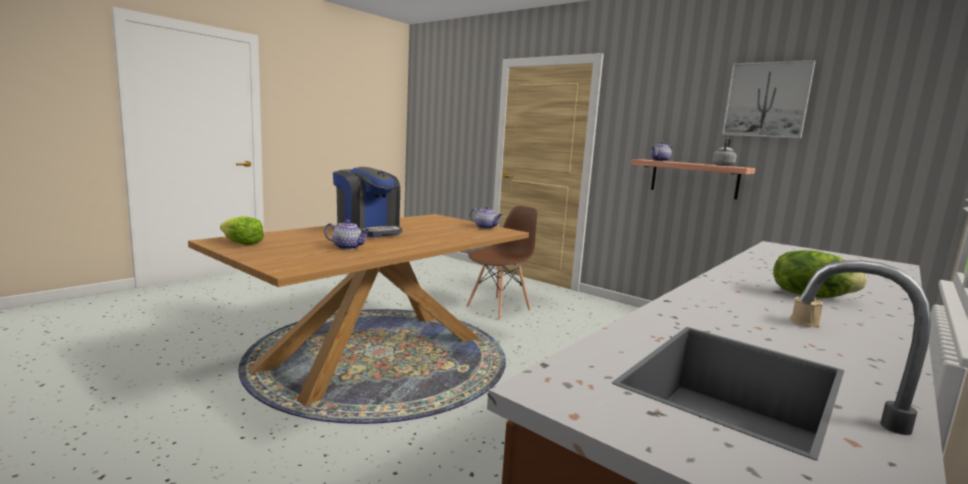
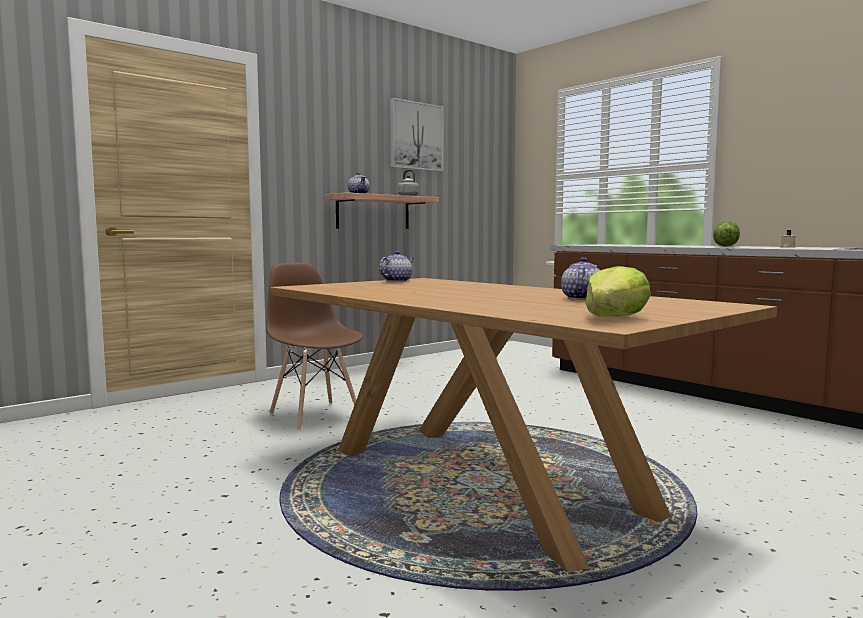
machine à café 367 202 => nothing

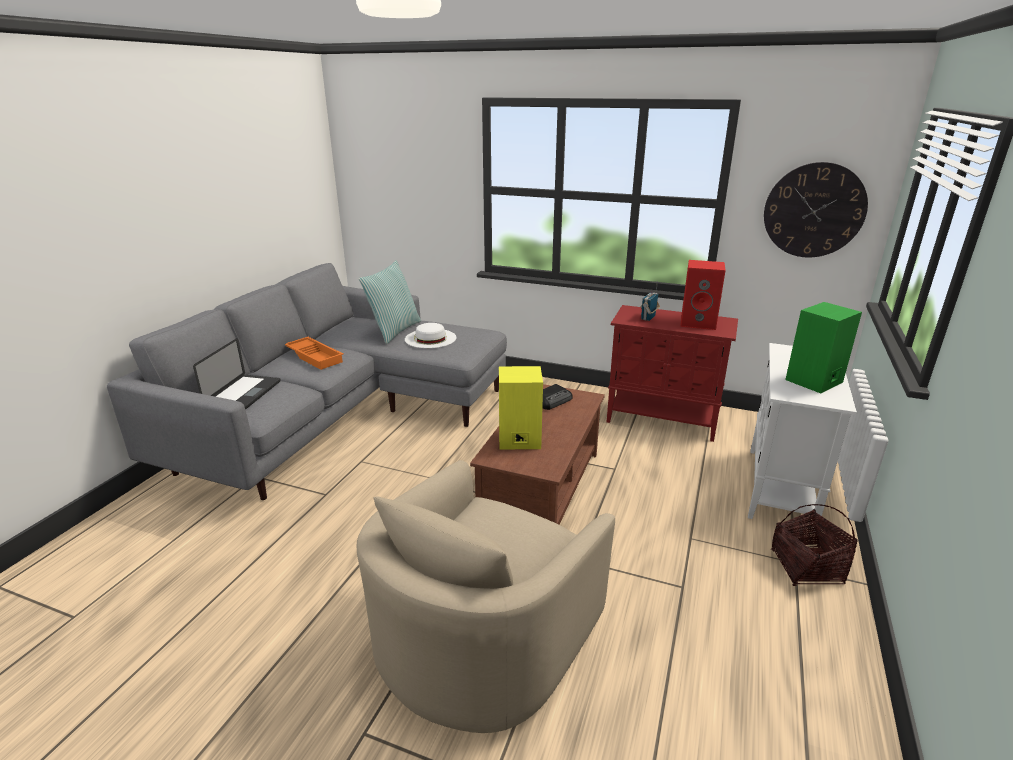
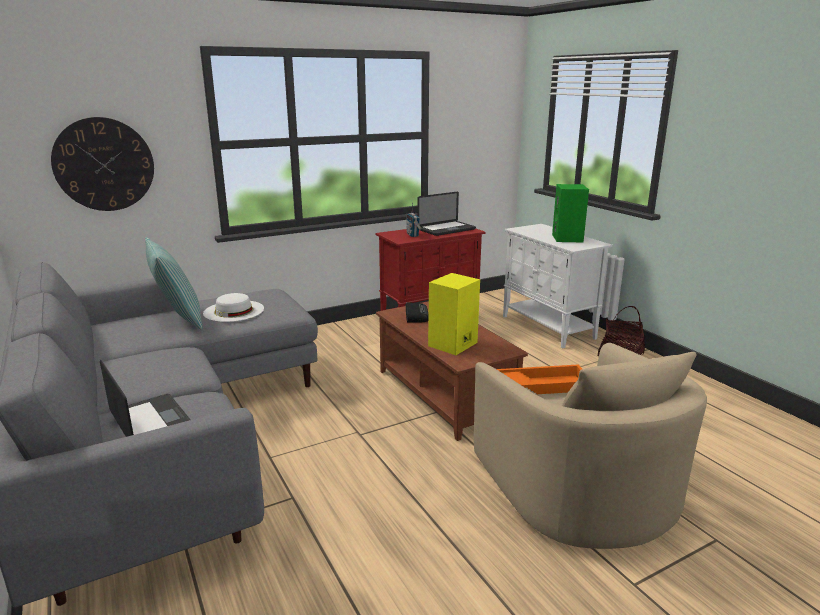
horloge murale 816 209 => horloge murale 102 164, moved
enceinte/rouge 703 295 => ordinateur portable 446 214
plateau/orange 314 353 => plateau/orange 539 379, moved

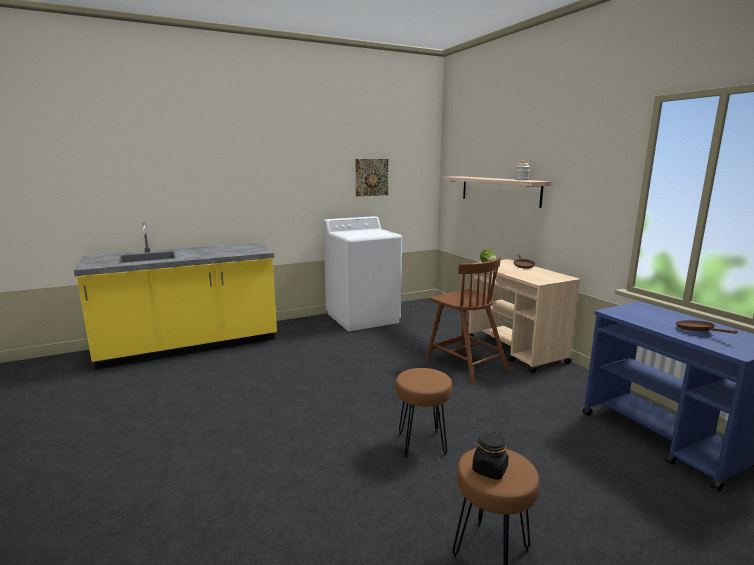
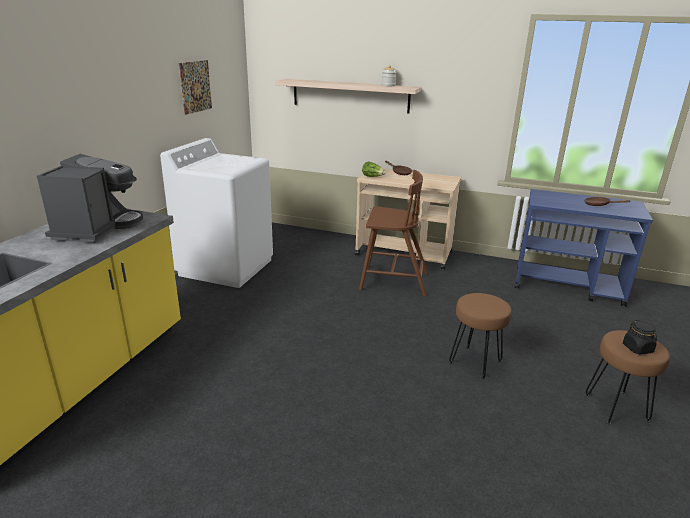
nothing => machine à café 90 198

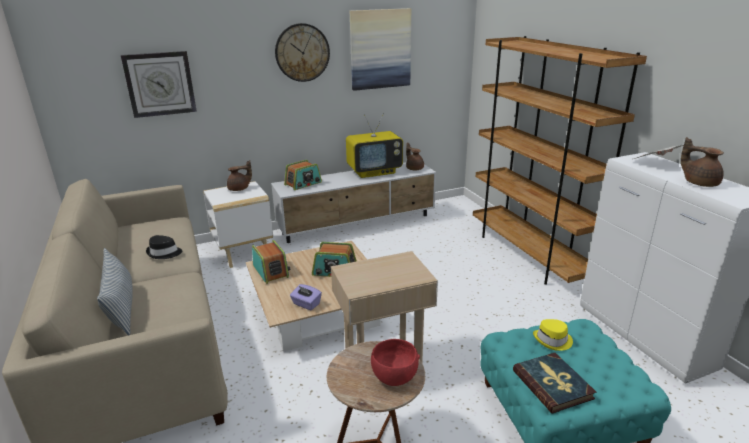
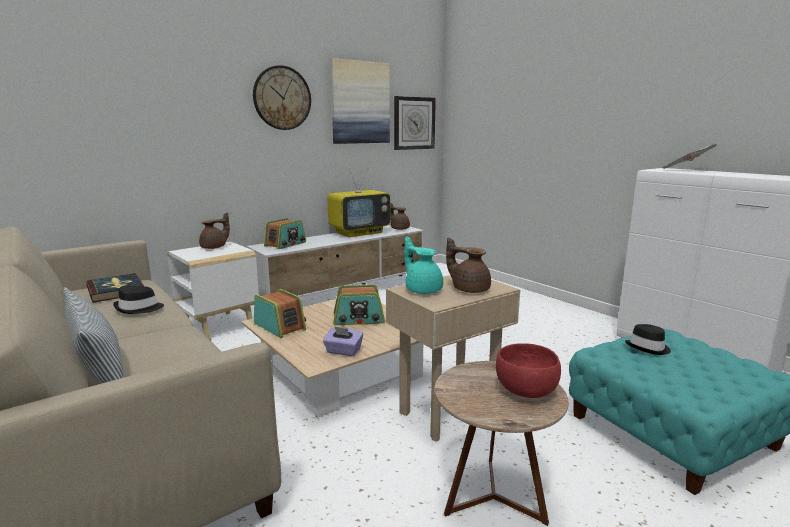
bibliothèque/marron 560 160 => nothing
horloge murale 159 84 => horloge murale 415 123, moved
théière/marron 702 162 => théière/marron 468 265, moved
chapeau/jaune 553 335 => chapeau/noir 648 339
livre 554 383 => livre 115 287, moved
nothing => théière/turquoise 423 265

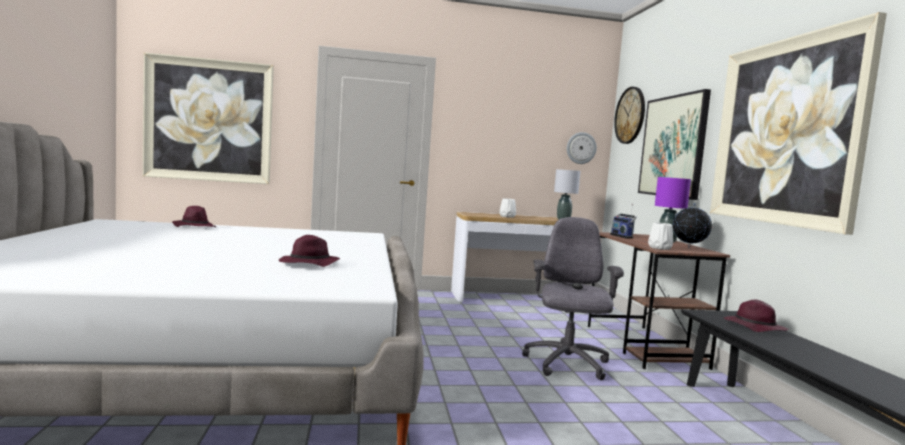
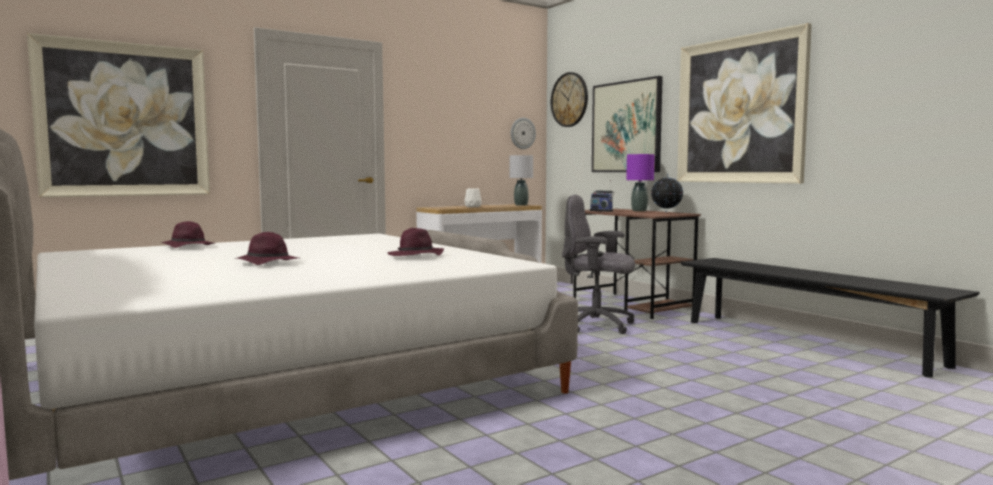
chaise de bureau/gris 573 298 => chaise de bureau/gris 598 264, 45 degrees counterclockwise
vase/blanc 660 236 => nothing
chapeau/violet 756 316 => chapeau/violet 267 248, moved

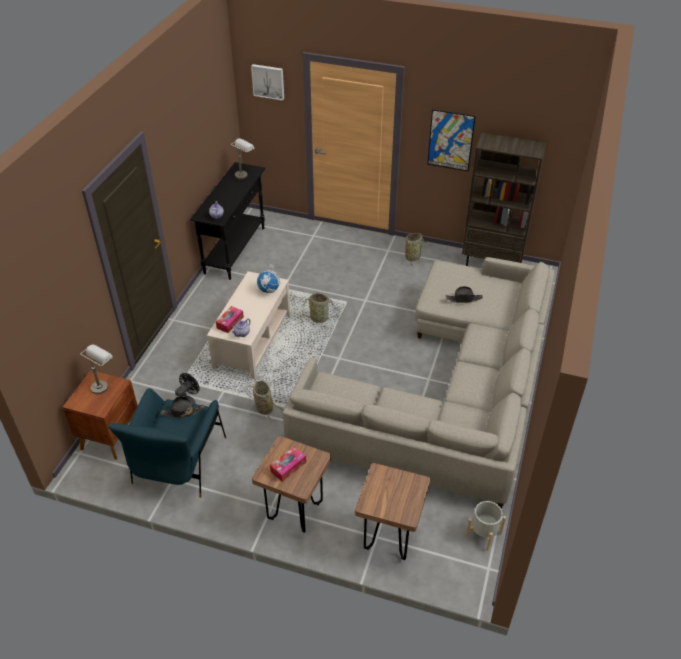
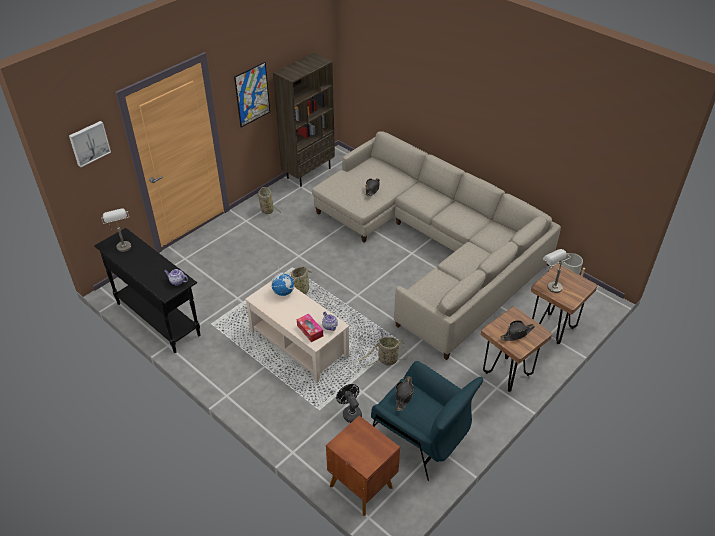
lampe de table/gris 97 369 => lampe de table/gris 557 271, moved
boîte à mouchoirs 288 464 => chapeau/noir 517 330

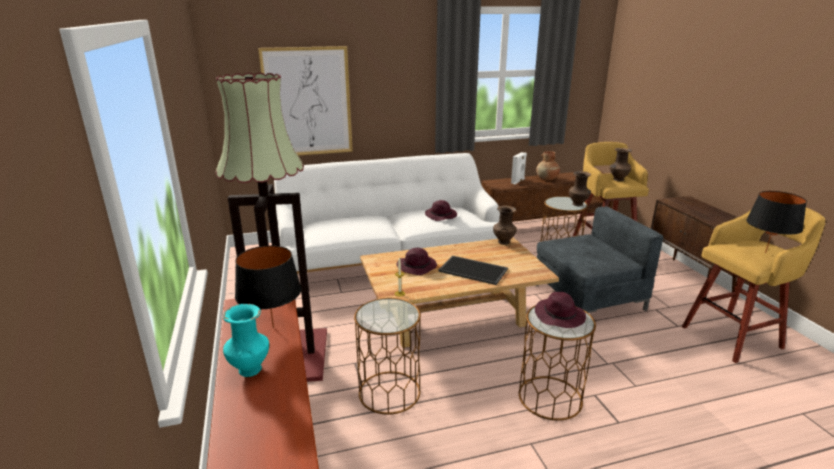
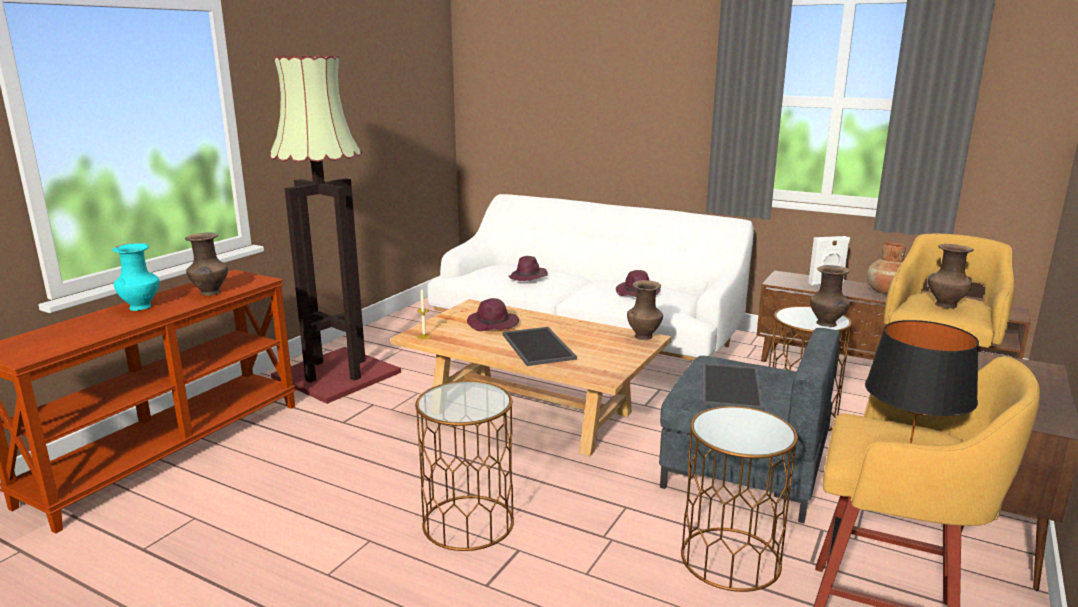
tableau 305 101 => nothing
lampe de table/noir 268 286 => vase/marron 206 264
chapeau/violet 560 310 => chapeau/violet 528 268, moved
table d'appoint/marron 387 356 => table d'appoint/marron 739 499, moved
nothing => plateau 733 387

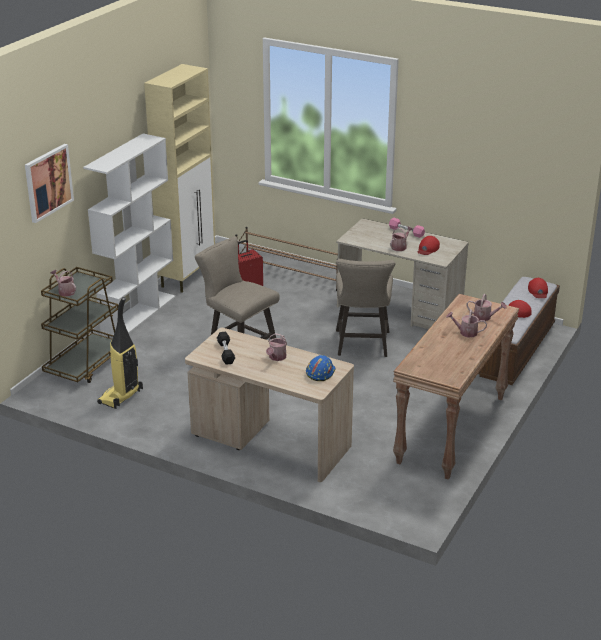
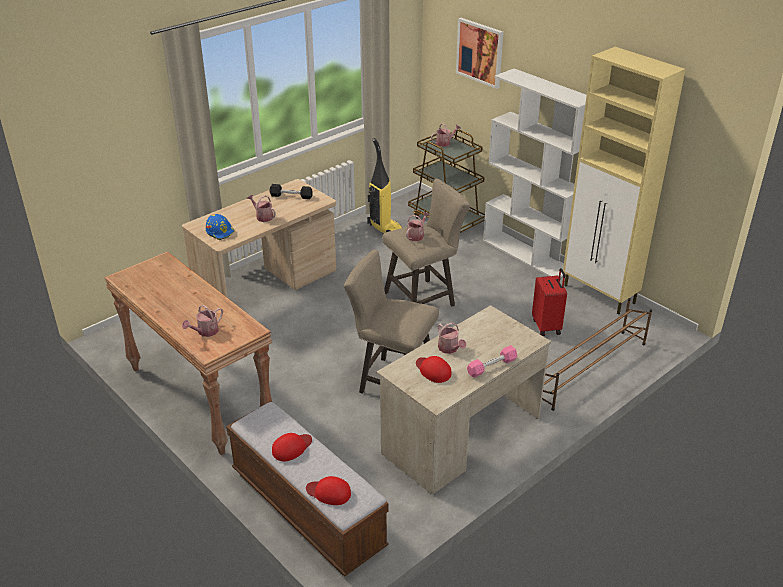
arrosoir 466 323 => arrosoir 418 226, moved

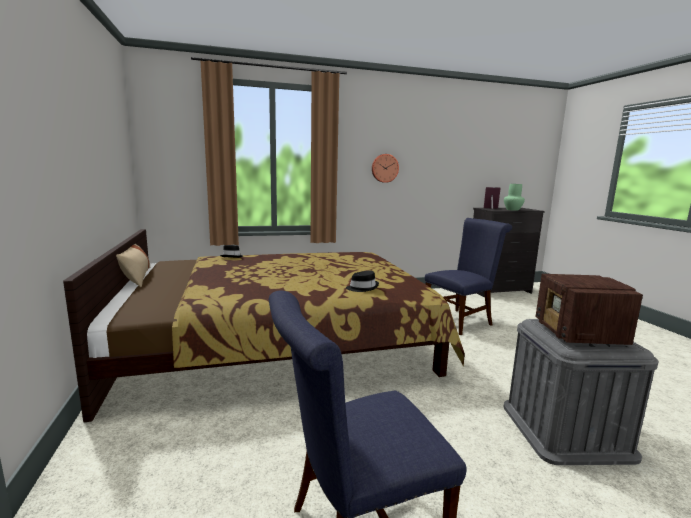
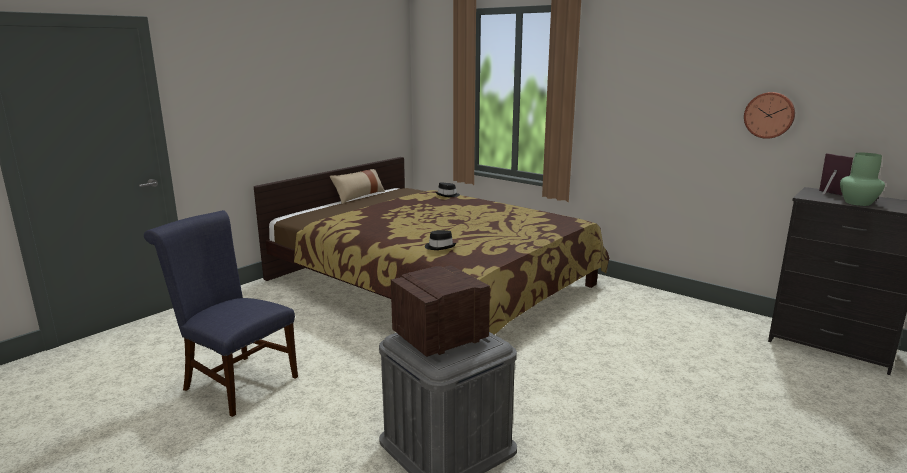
horloge murale 385 168 => horloge murale 769 115, moved
chaise/bleu 468 276 => nothing

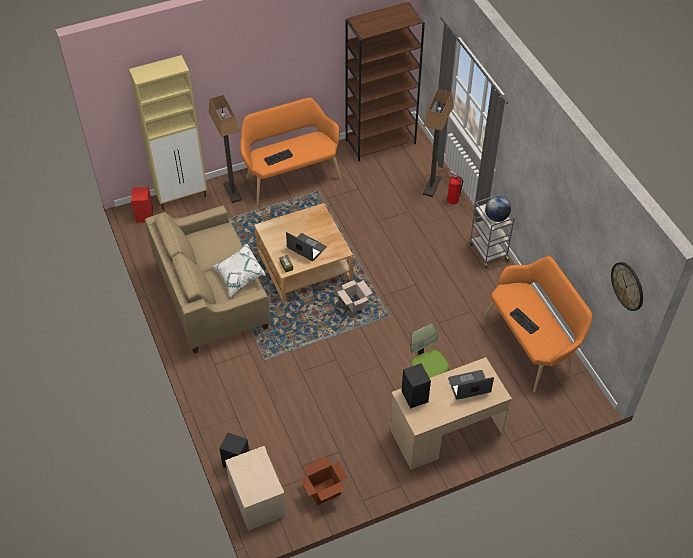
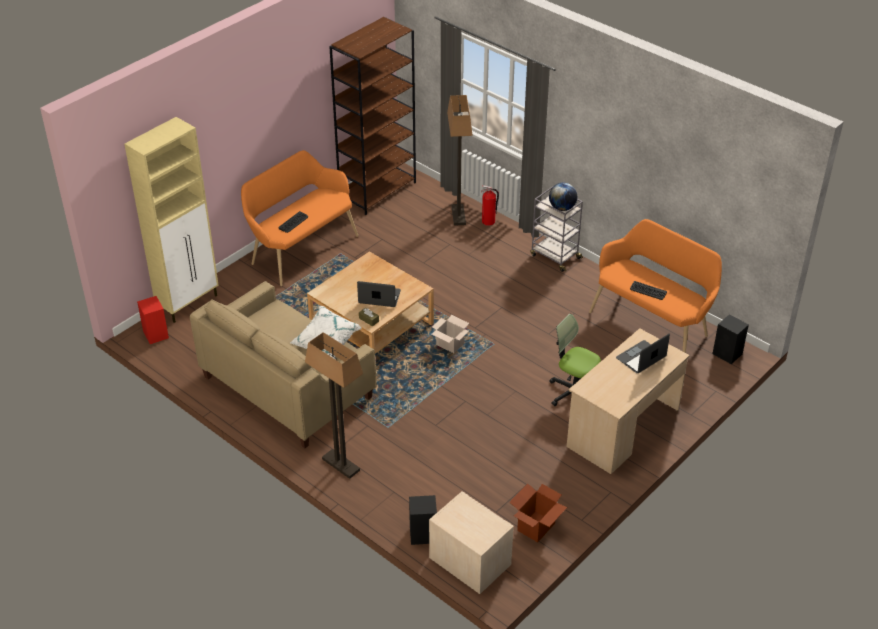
lampadaire 225 149 => lampadaire 334 405, moved
horloge murale 627 286 => nothing
enceinte/noir 416 386 => enceinte/noir 730 339, moved

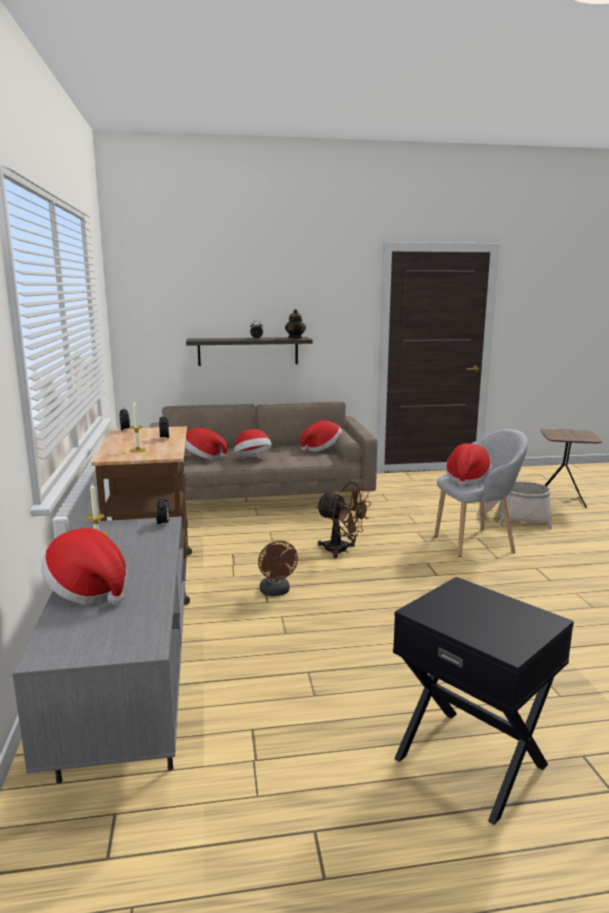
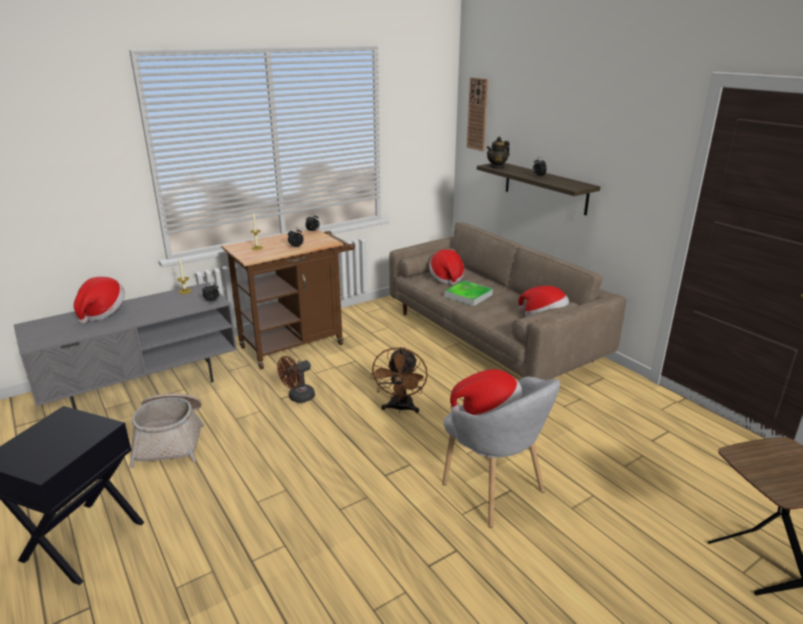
théière 295 324 => théière 498 152, moved
chapeau 253 442 => plateau 468 293
panier 515 505 => panier 166 431, moved
nothing => horloge murale 477 114

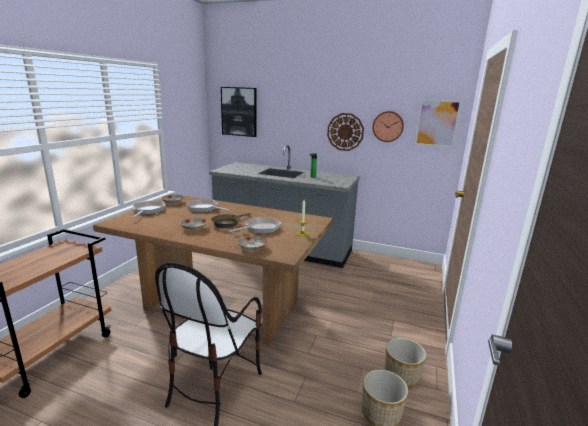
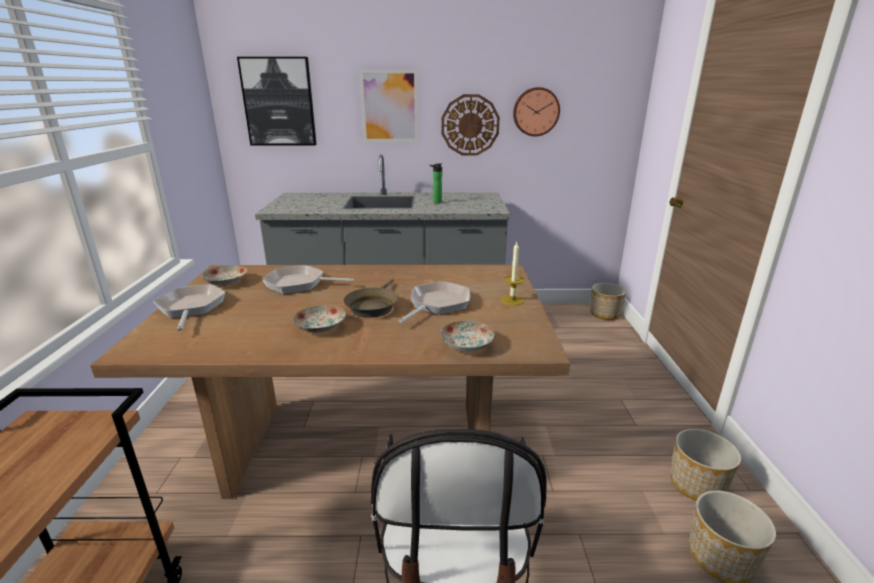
tableau 438 123 => tableau 388 106, moved
nothing => cache-pot 608 301

